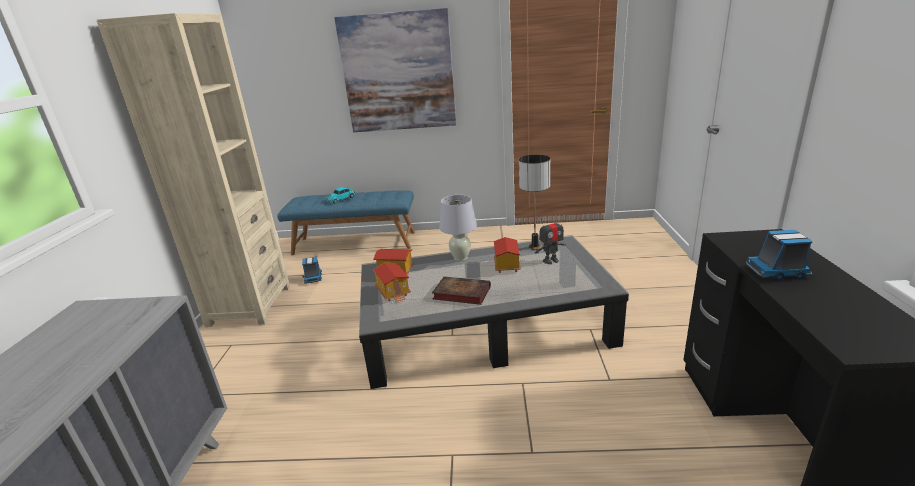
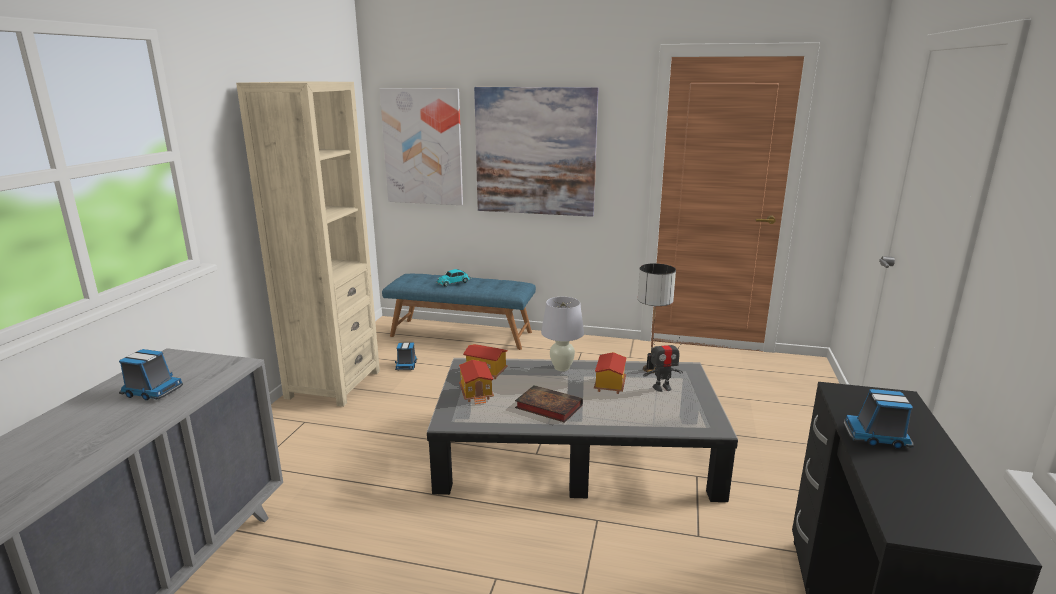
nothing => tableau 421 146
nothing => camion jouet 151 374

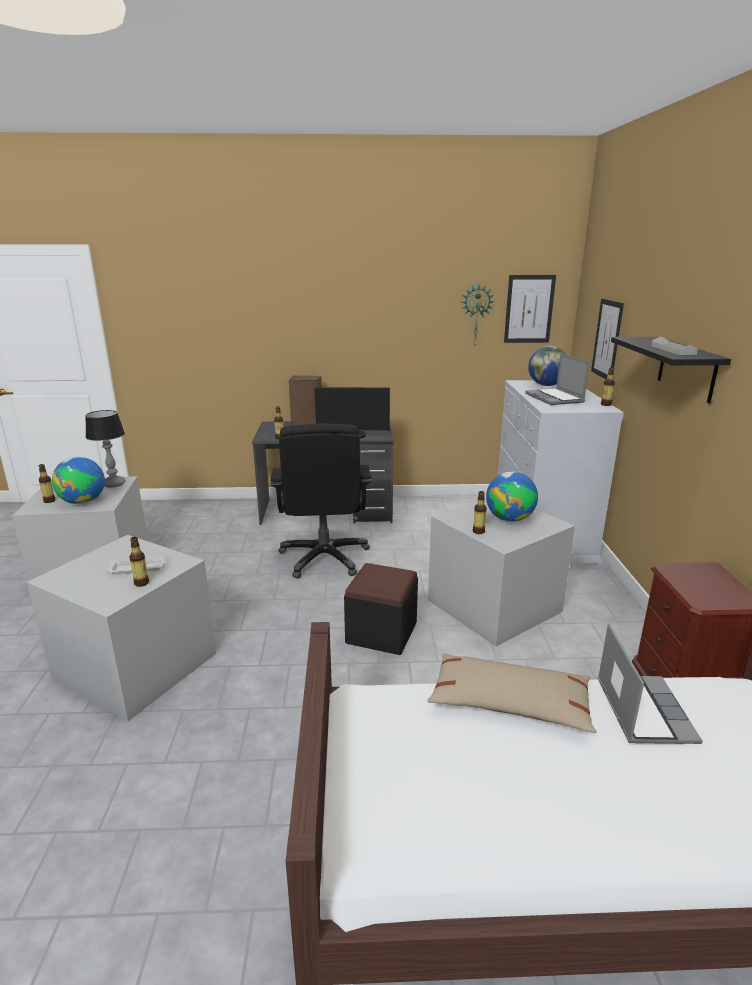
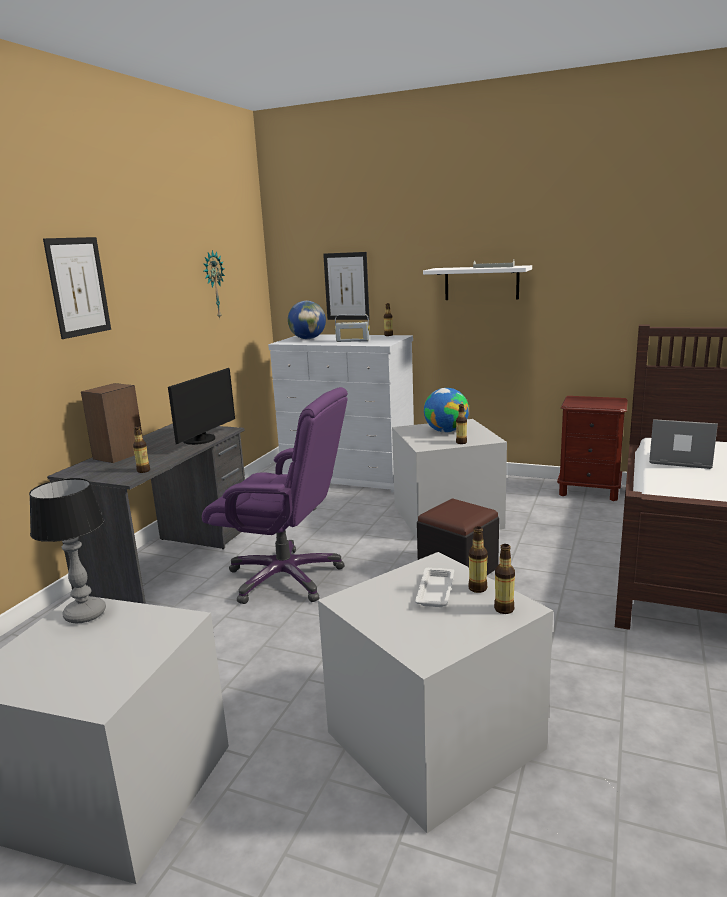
tableau 530 309 => tableau 77 288, moved
étagère/noir 671 370 => étagère/blanc 477 282
ordinateur portable 557 379 => radio 352 328
chaise de bureau/noir 321 500 => chaise de bureau/violet 275 495
globe 78 480 => nothing
bouteille 47 483 => bouteille 504 579, moved
coussin/beige 512 693 => nothing

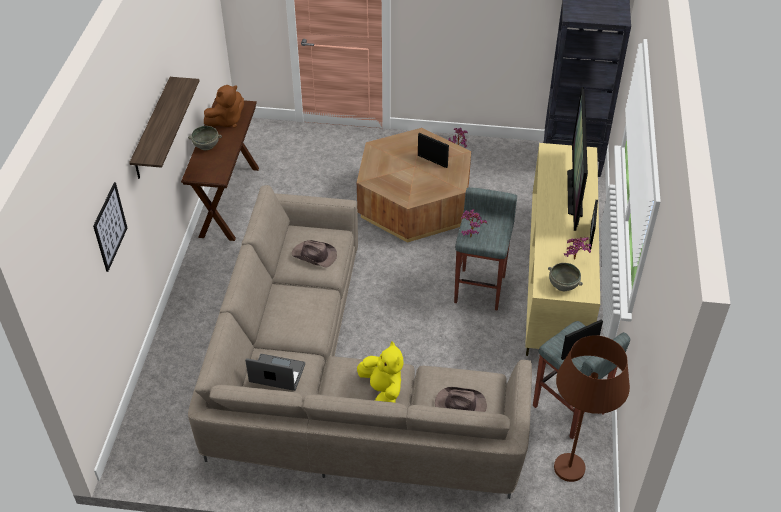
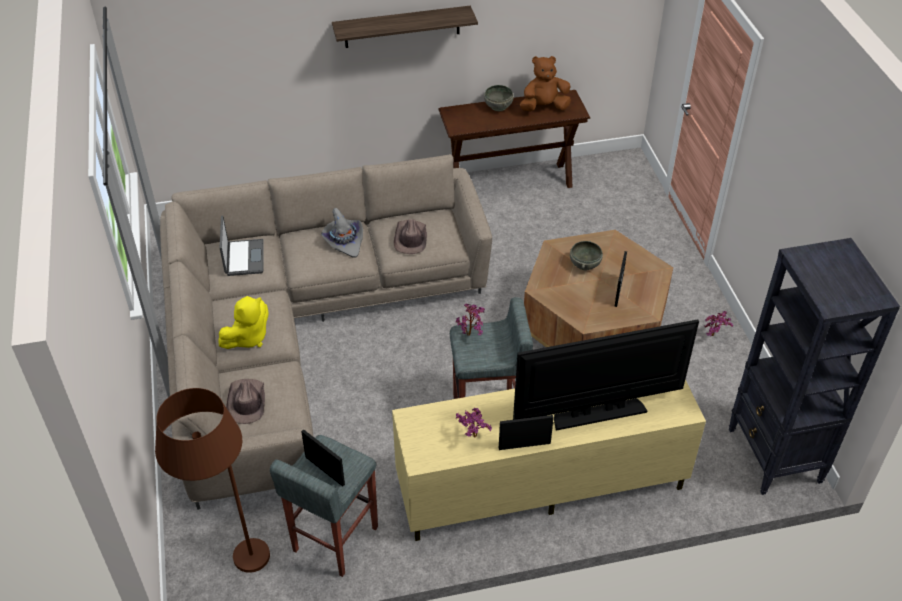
peluche/marron 224 106 => peluche/marron 545 84, 135 degrees clockwise
tableau 110 227 => nothing
bol/gris 565 277 => bol/gris 586 255, moved
nothing => chapeau/gris 342 233

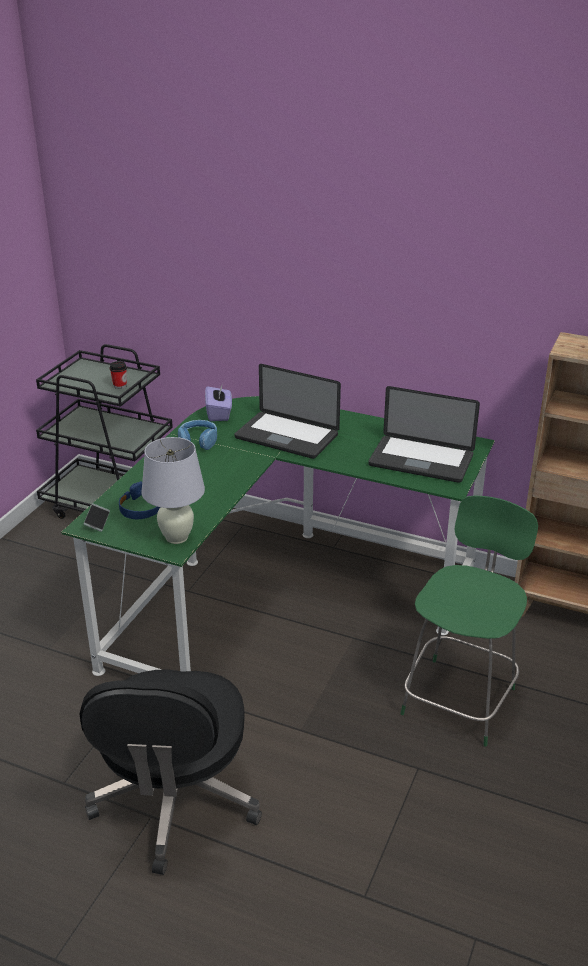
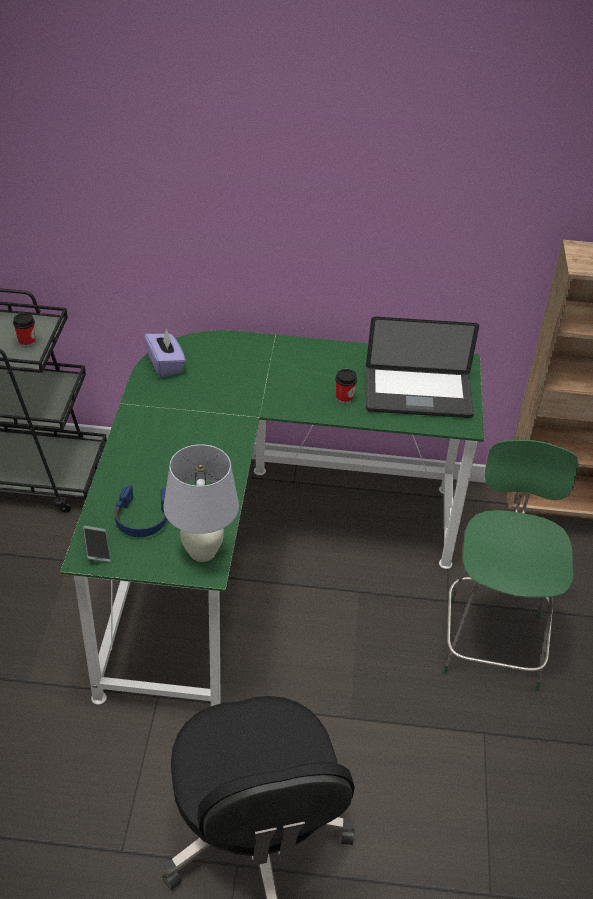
ordinateur portable 287 411 => nothing
casque audio/bleu 197 435 => nothing
nothing => tasse 346 386

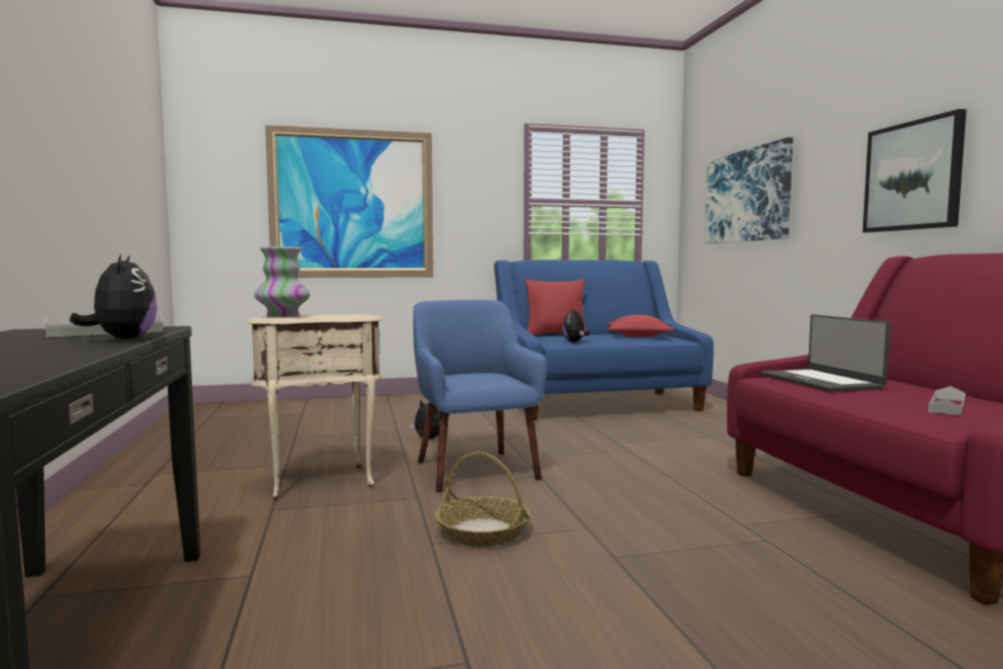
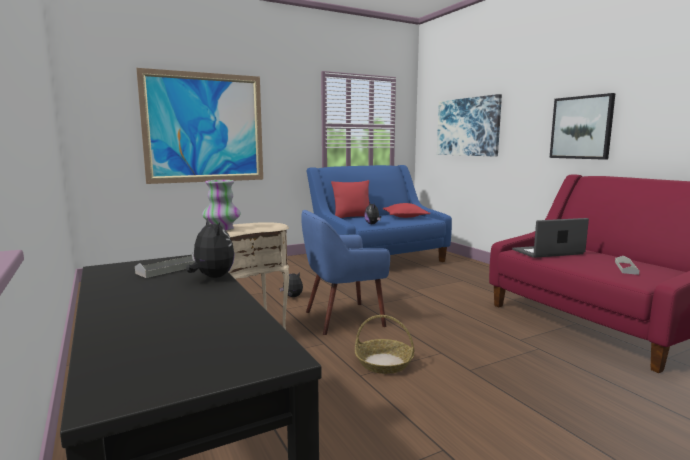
fauteuil/bleu 480 396 => fauteuil/bleu 345 272, 75 degrees counterclockwise
ordinateur portable 826 353 => ordinateur portable 550 238, 105 degrees clockwise

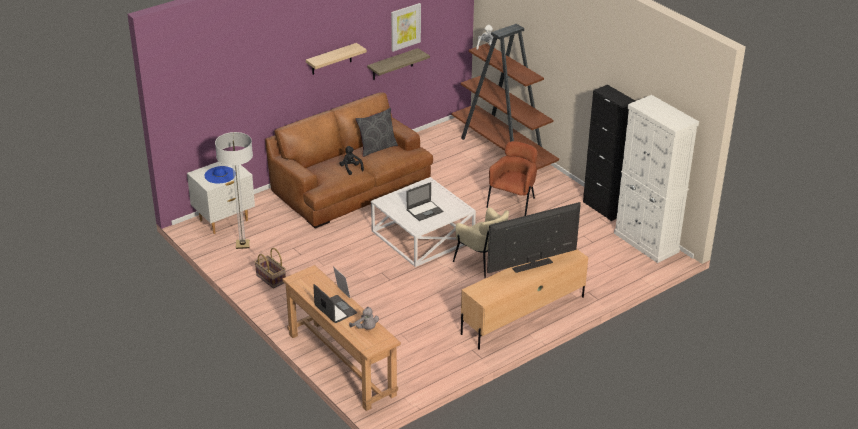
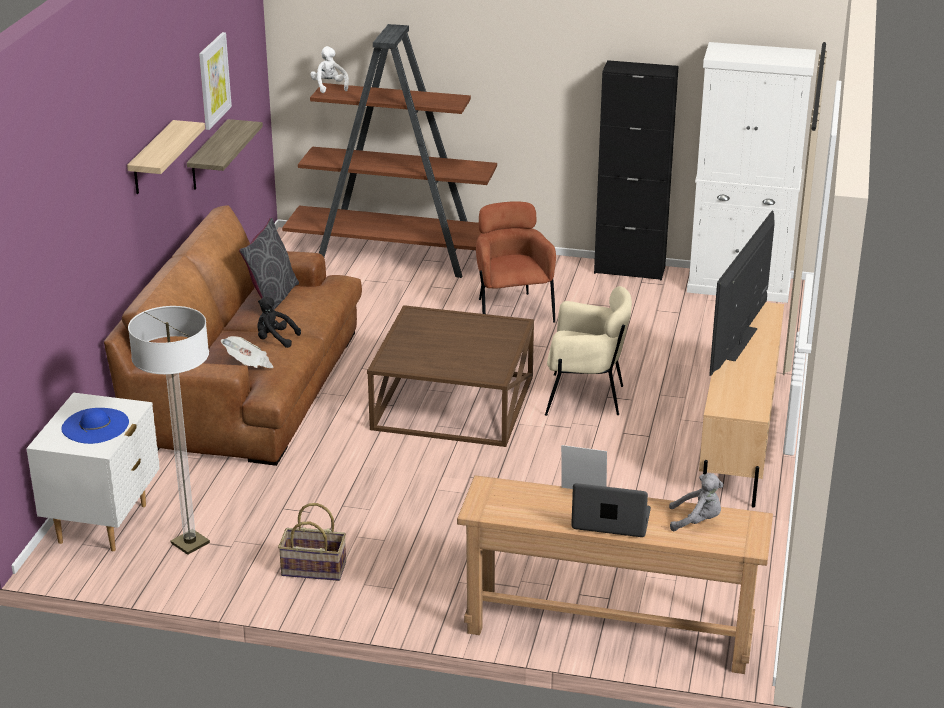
table basse/blanc 423 222 => table basse/marron 450 376
ordinateur portable 424 201 => nothing
nothing => journal 247 352

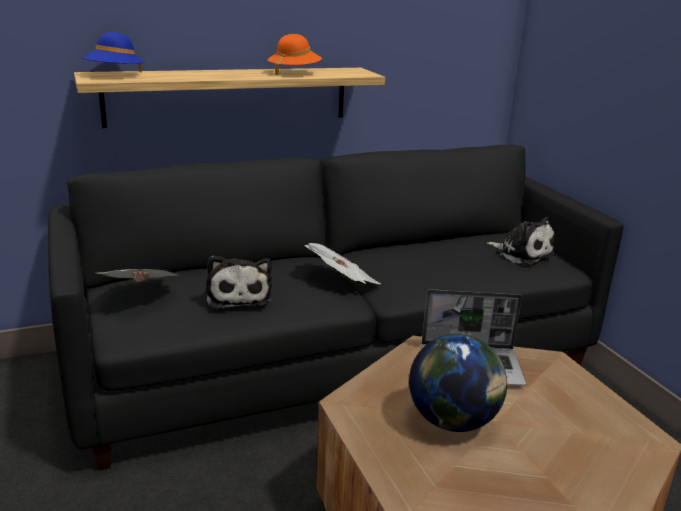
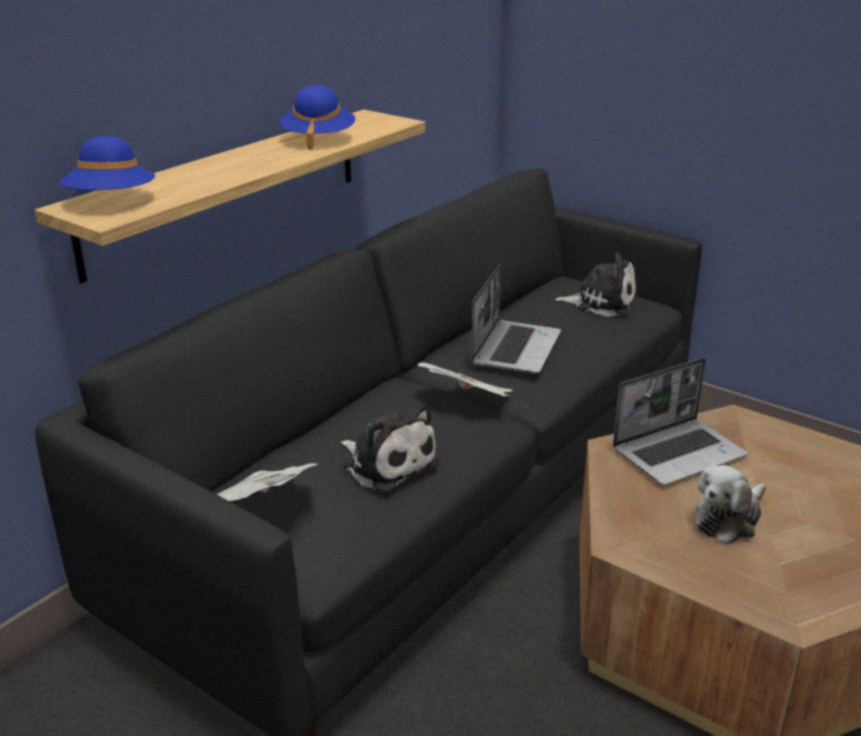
chapeau/orange 295 55 => chapeau/bleu 317 117
globe 458 383 => peluche 730 505
nothing => ordinateur portable 516 319

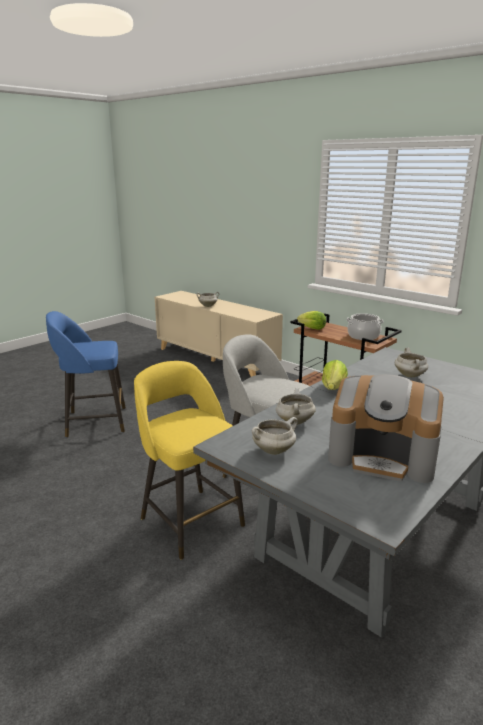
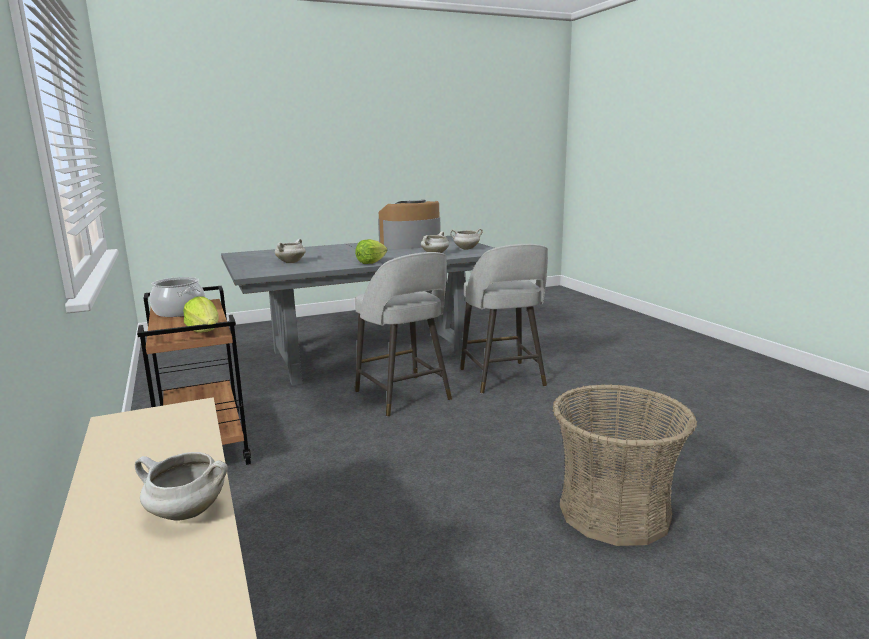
tabouret/bleu 86 374 => panier 625 465
tabouret/jaune 189 460 => tabouret/gris 504 319
machine à café 386 428 => machine à café 409 224, 75 degrees counterclockwise

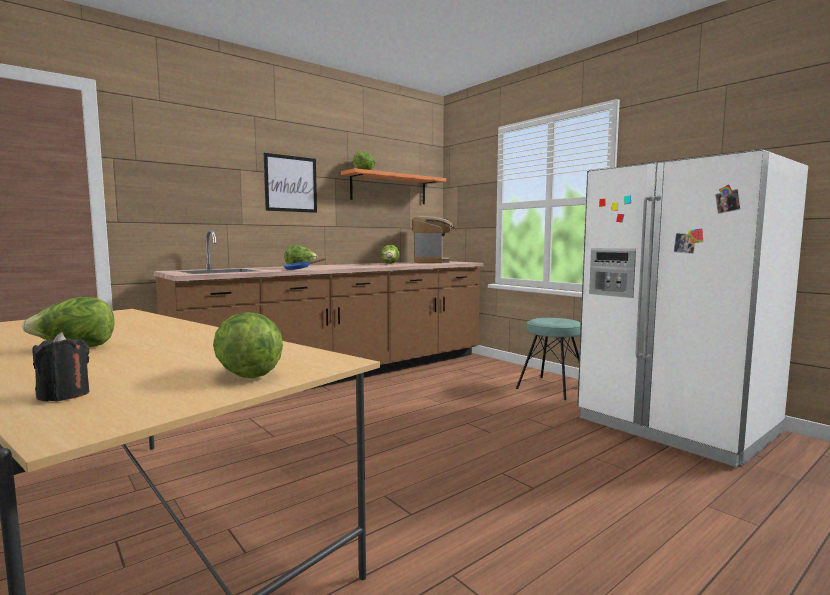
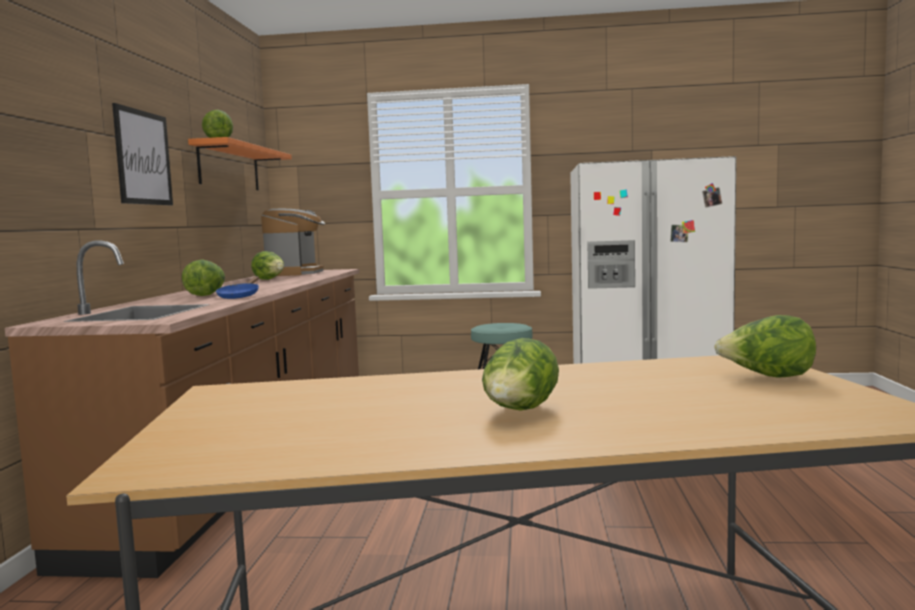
machine à café 433 239 => machine à café 293 242, 45 degrees clockwise
bougie/noir 61 366 => nothing

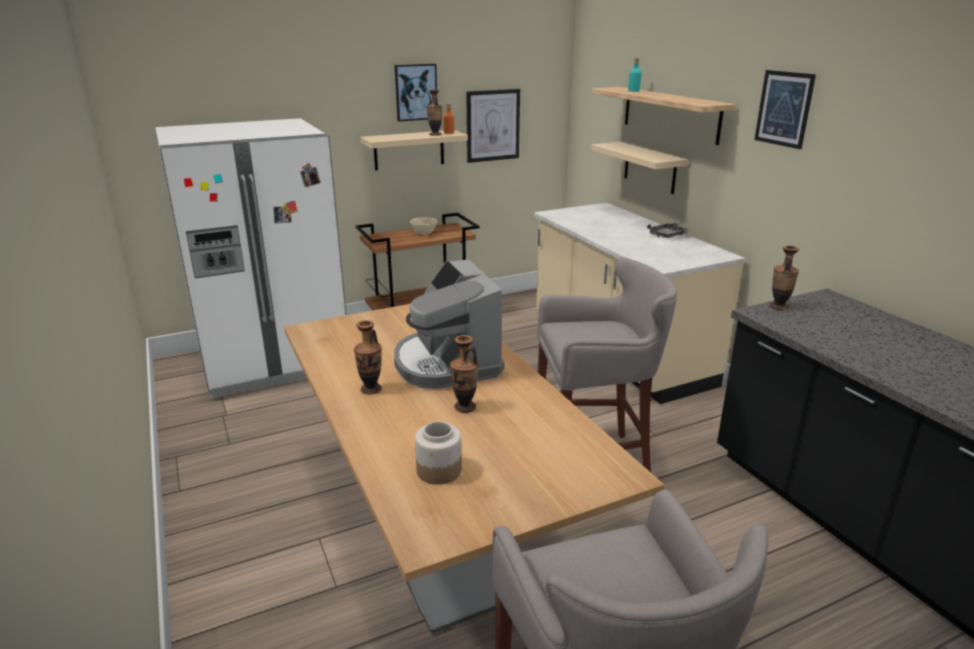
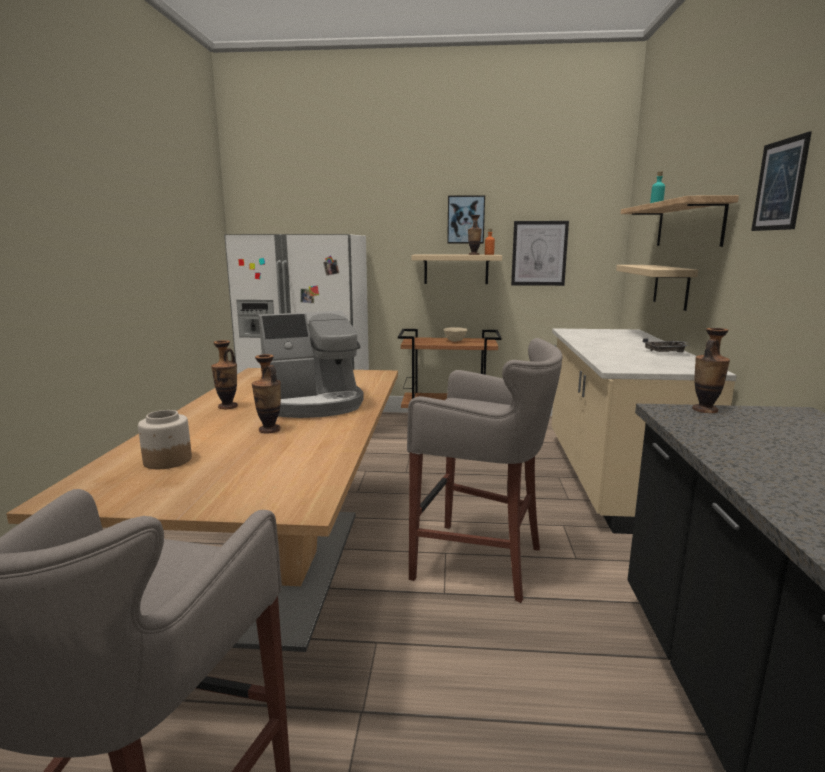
machine à café 449 324 => machine à café 311 364, 120 degrees counterclockwise

